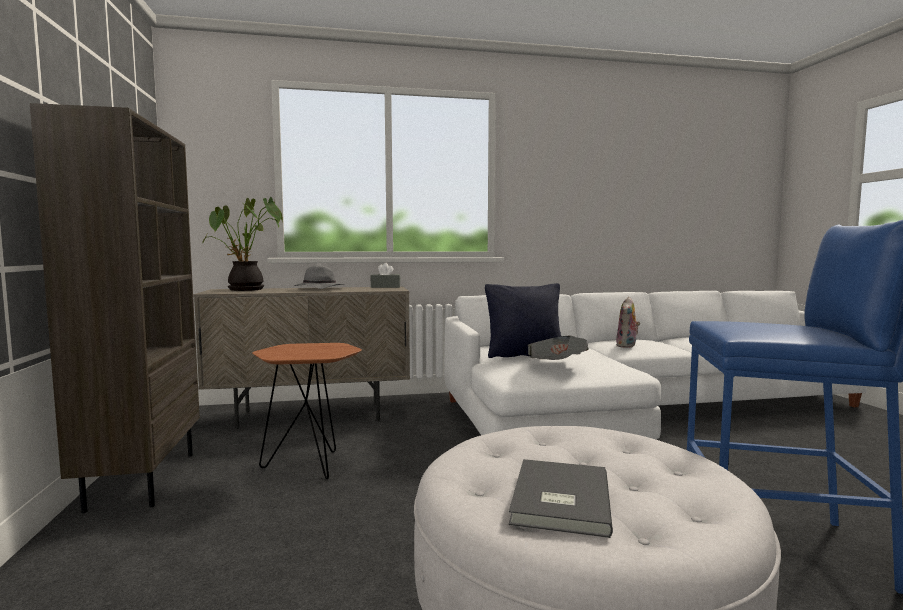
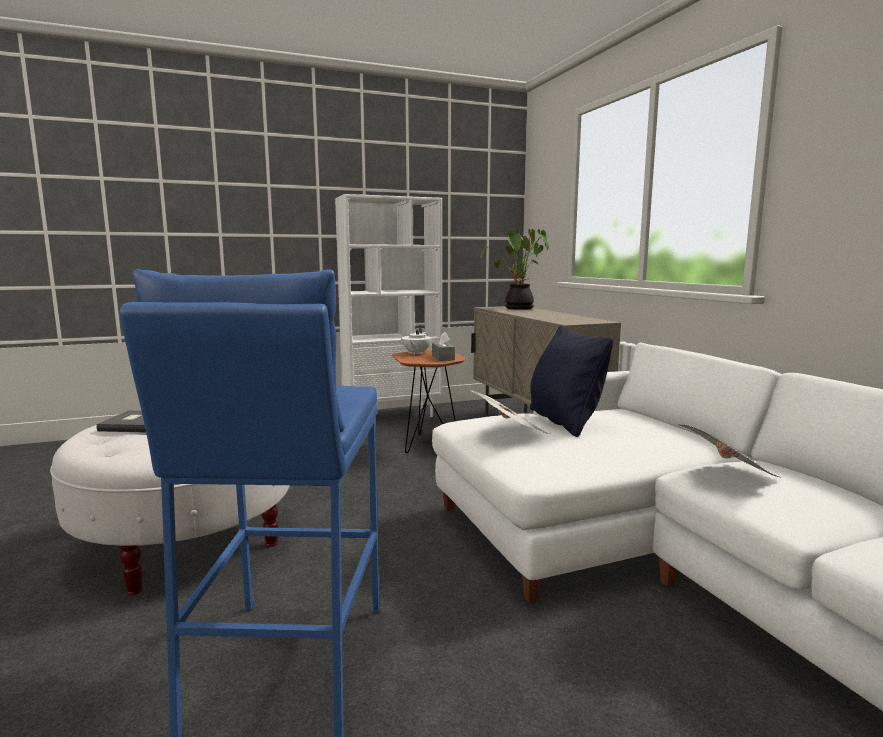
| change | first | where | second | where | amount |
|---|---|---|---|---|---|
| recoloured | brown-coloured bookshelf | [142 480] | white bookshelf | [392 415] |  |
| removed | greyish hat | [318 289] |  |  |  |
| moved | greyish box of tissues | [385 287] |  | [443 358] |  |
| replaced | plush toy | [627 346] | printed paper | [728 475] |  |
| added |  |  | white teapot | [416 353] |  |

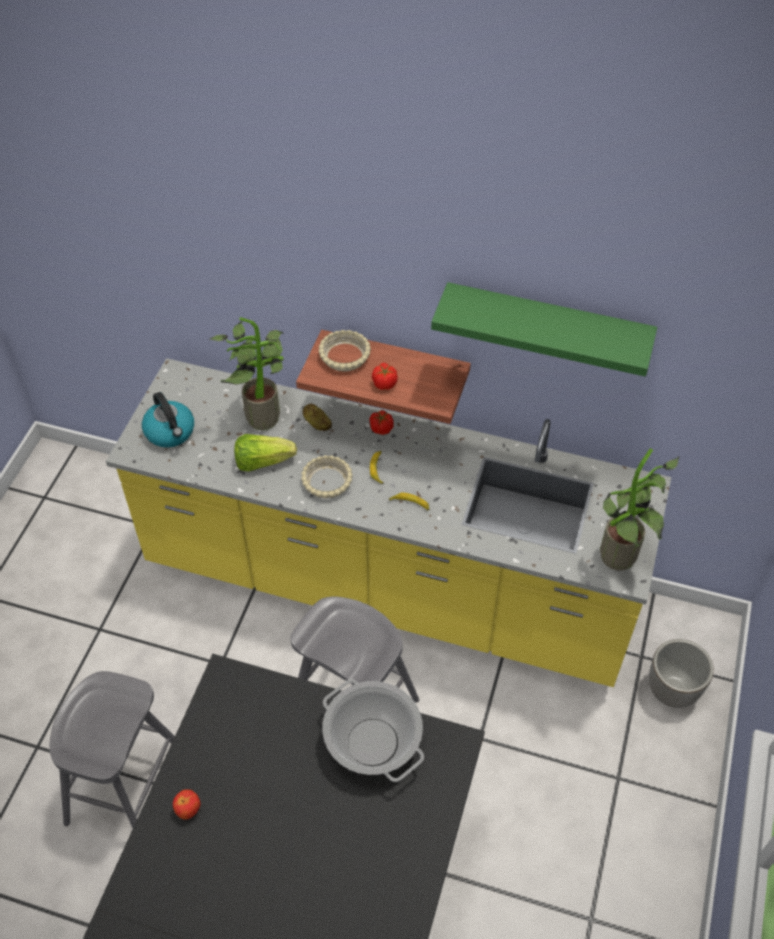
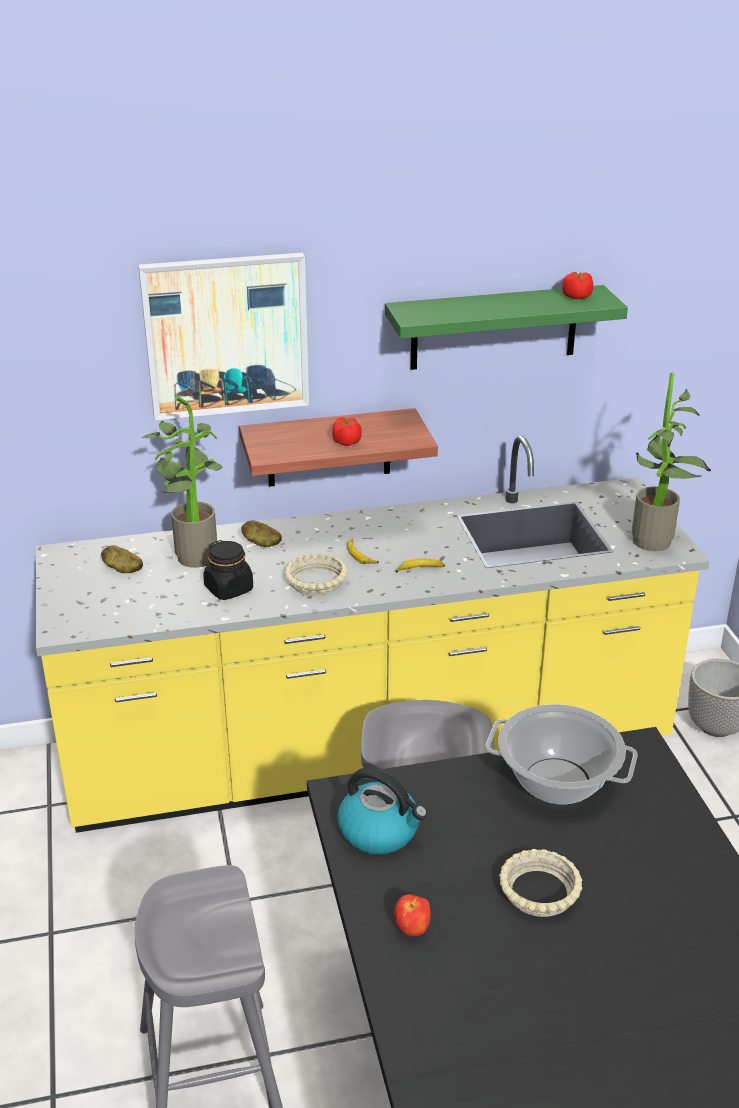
| change | first | where | second | where | amount |
|---|---|---|---|---|---|
| moved | tea kettle | [170 432] |  | [380 831] |  |
| replaced | lettuce head | [262 461] | black preserve jar | [229 589] |  |
| moved | beige serving bowl | [344 355] |  | [538 890] |  |
| moved | whole tomato | [381 428] |  | [576 296] |  |
| added |  |  | whole potato | [122 569] |  |
| added |  |  | wall picture | [226 335] |  |

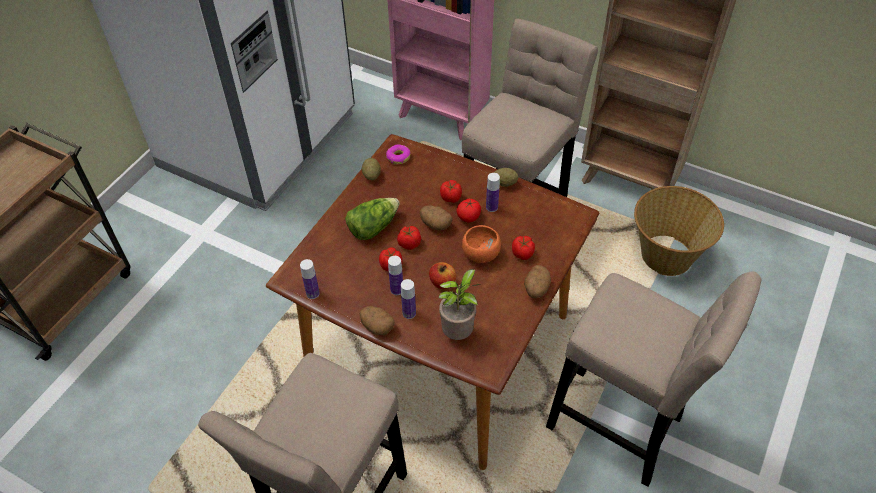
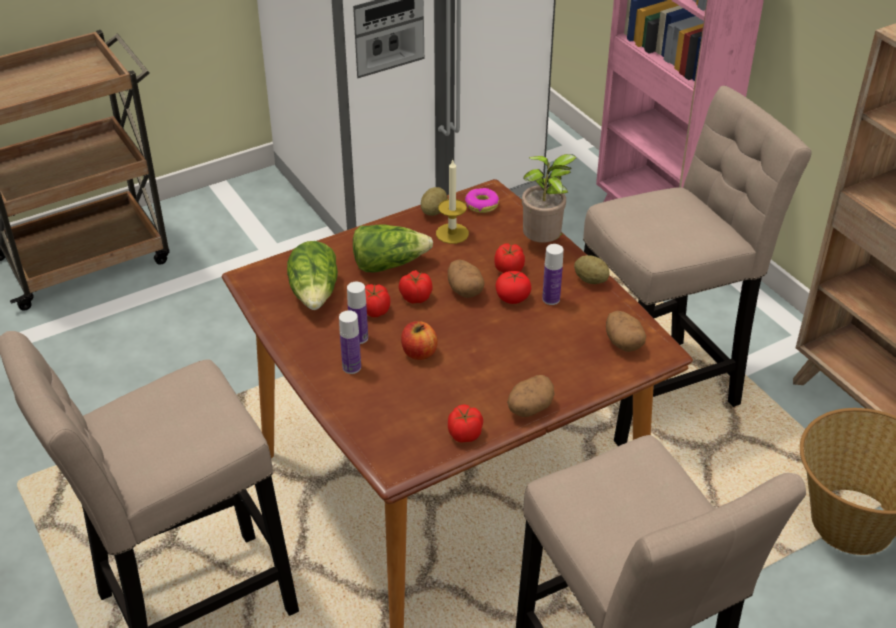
| change | first | where | second | where | amount |
|---|---|---|---|---|---|
| removed | drink bottle | [313 293] |  |  |  |
| moved | whole potato | [377 326] |  | [623 343] |  |
| moved | potted plant | [459 332] |  | [544 244] |  |
| removed | orange-coloured serving bowl | [480 253] |  |  |  |
| moved | whole tomato | [522 254] |  | [464 434] |  |
| added |  |  | lettuce head | [315 294] |  |
| added |  |  | wax candle | [452 233] |  |

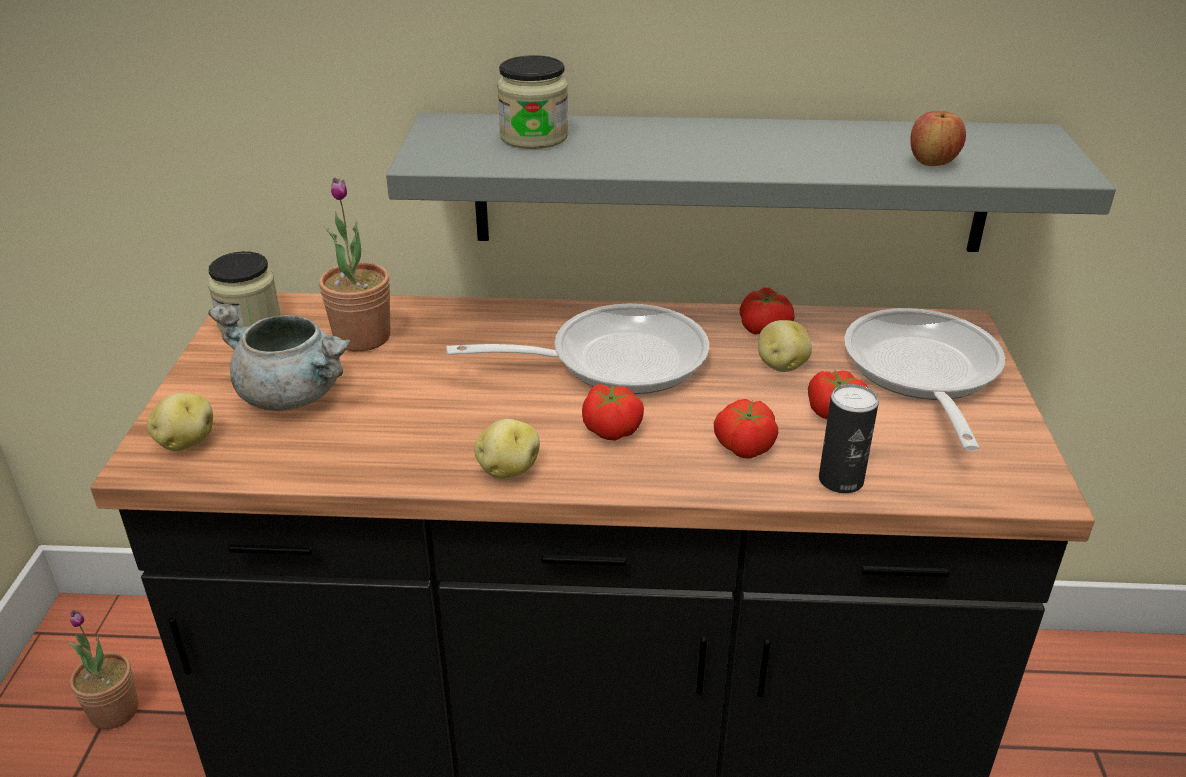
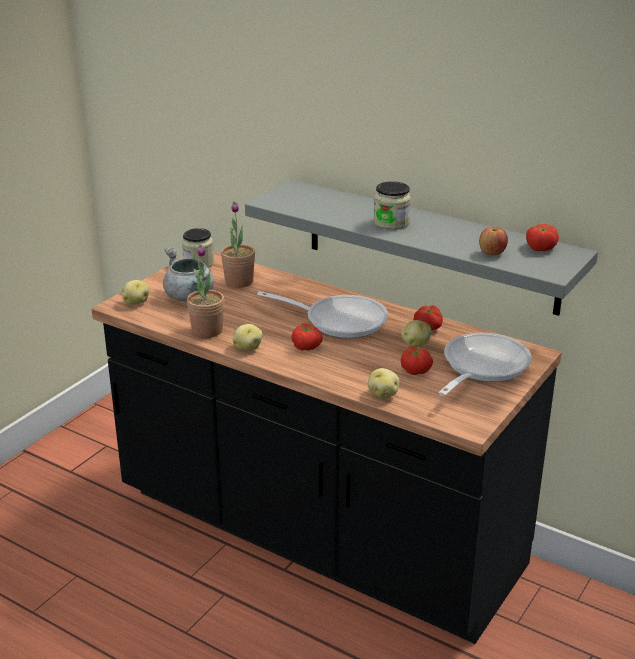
| change | first | where | second | where | amount |
|---|---|---|---|---|---|
| moved | potted plant | [114 711] |  | [207 330] |  |
| moved | preserve jar | [534 137] |  | [391 223] |  |
| moved | whole tomato | [743 446] |  | [540 248] |  |
| replaced | sealed can | [841 480] | whole potato | [383 394] |  |

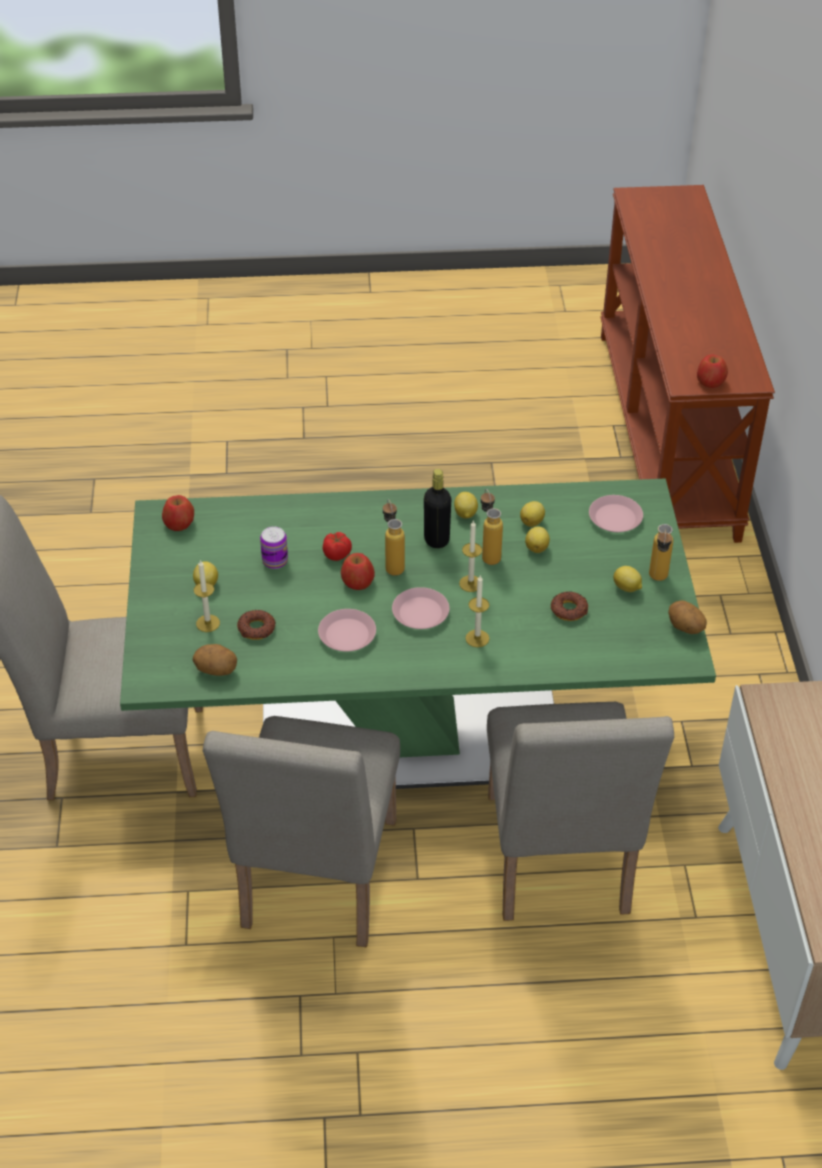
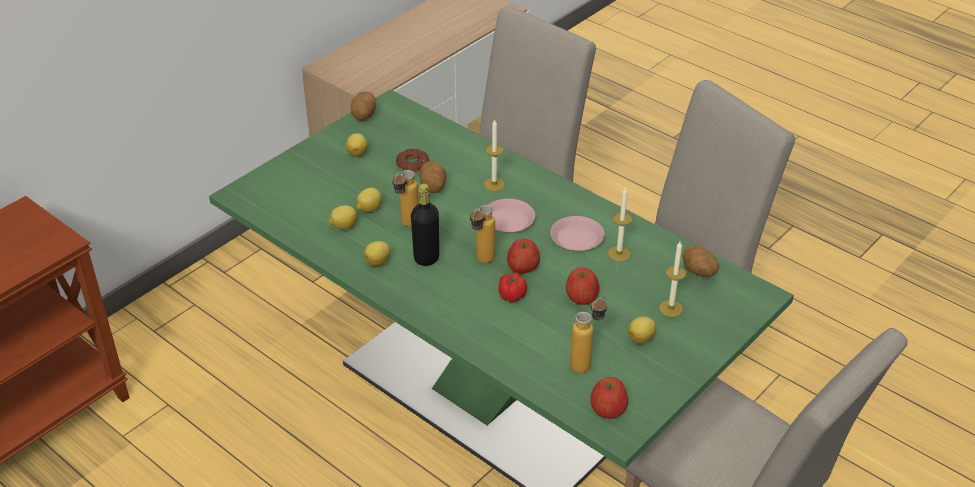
| change | first | where | second | where | amount |
|---|---|---|---|---|---|
| removed | donut | [256 628] |  |  |  |
| removed | sealed can | [275 561] |  |  |  |
| moved | wax candle | [470 583] |  | [619 254] |  |
| removed | pink plate | [615 518] |  |  |  |
| moved | drink bottle | [657 580] |  | [586 363] |  |
| moved | whole apple | [710 381] |  | [581 296] |  |
| added |  |  | whole potato | [433 187] |  |

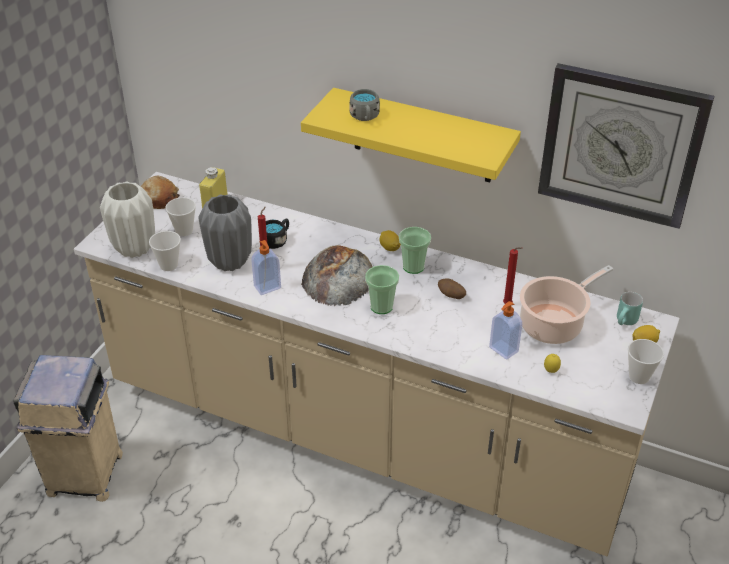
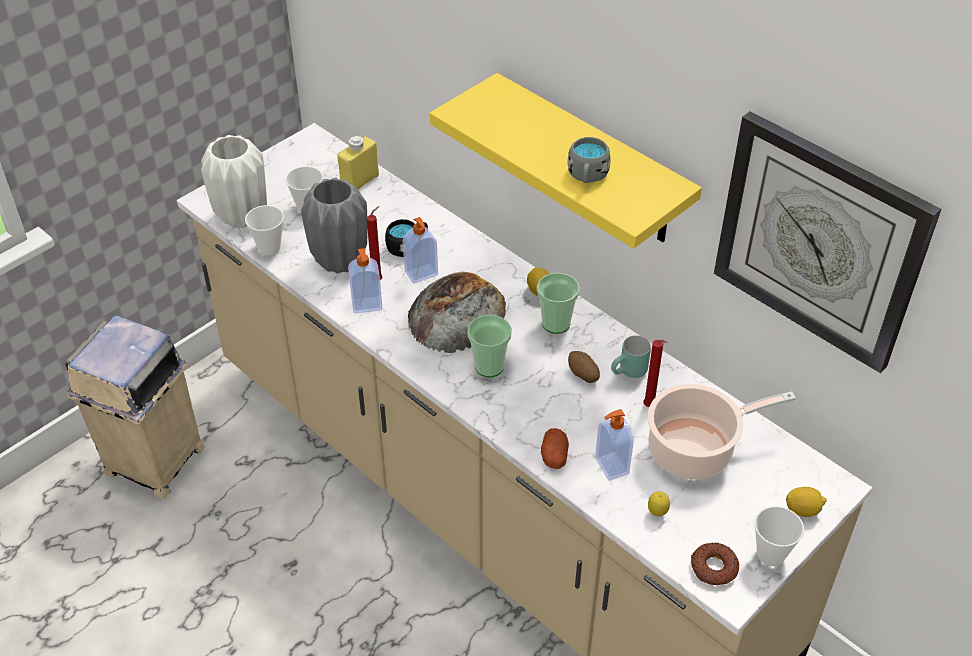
| change | first | where | second | where | amount |
|---|---|---|---|---|---|
| removed | bread | [159 199] |  |  |  |
| moved | greyish mug | [365 117] |  | [587 176] |  |
| moved | turquoise mug | [626 322] |  | [629 373] |  |
| added |  |  | liquid soap bottle | [421 274] |  |
| added |  |  | whole potato | [554 455] |  |
| added |  |  | donut | [713 568] |  |

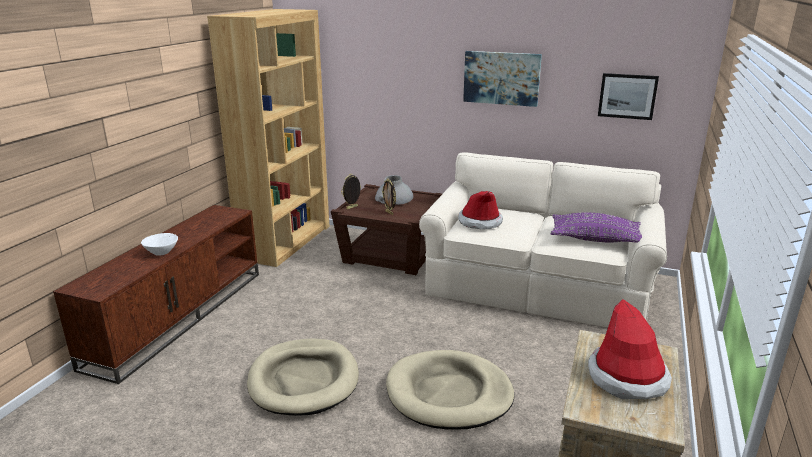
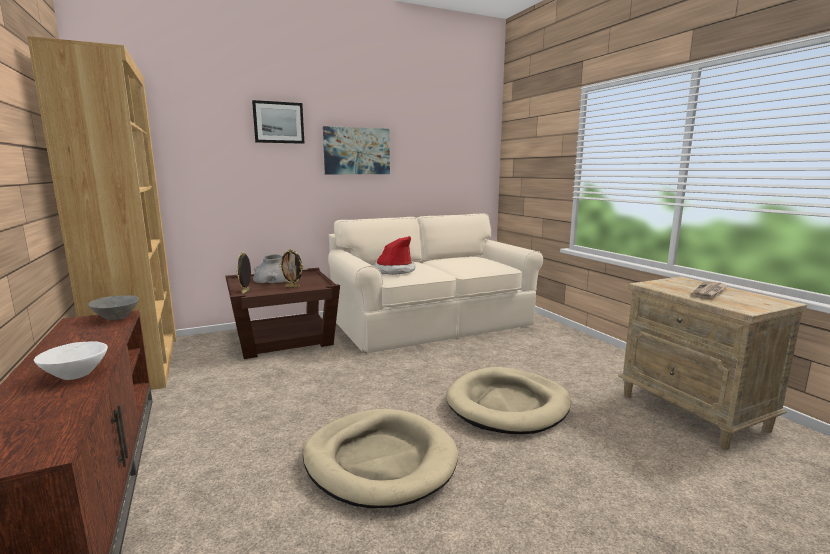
| change | first | where | second | where | amount |
|---|---|---|---|---|---|
| removed | purplish throw pillow | [595 239] |  |  |  |
| replaced | hat | [627 378] | printed paper | [710 291] |  |
| moved | wall picture | [627 96] |  | [278 122] |  |
| added |  |  | greyish serving bowl | [116 318] |  |

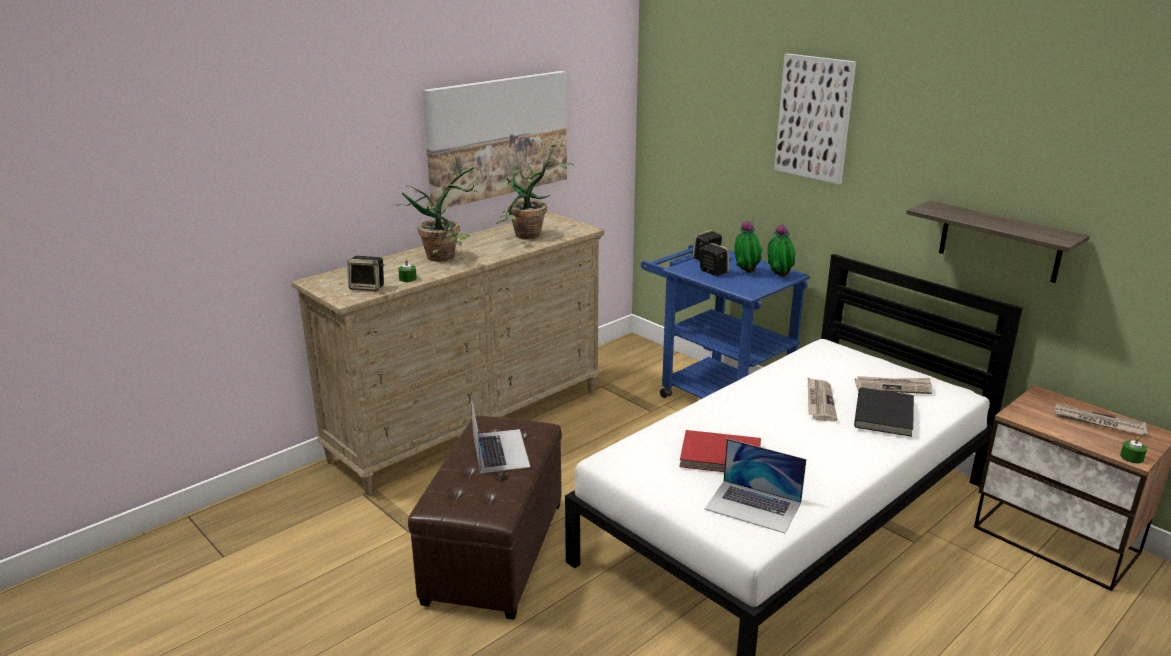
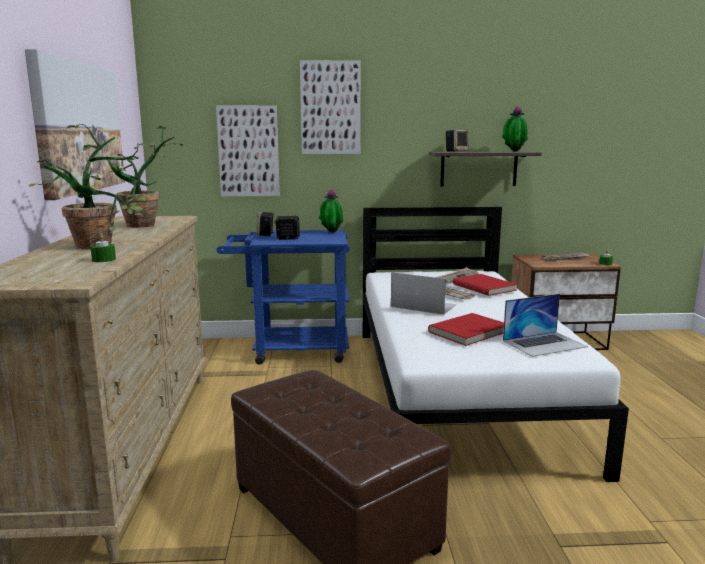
| change | first | where | second | where | amount |
|---|---|---|---|---|---|
| moved | audio speaker | [368 287] |  | [456 151] |  |
| moved | laptop | [500 450] |  | [423 305] |  |
| moved | potted plant | [745 272] |  | [513 151] |  |
| recoloured | black volume | [885 415] | red volume | [485 287] |  |
| added |  |  | wall picture | [248 151] |  |

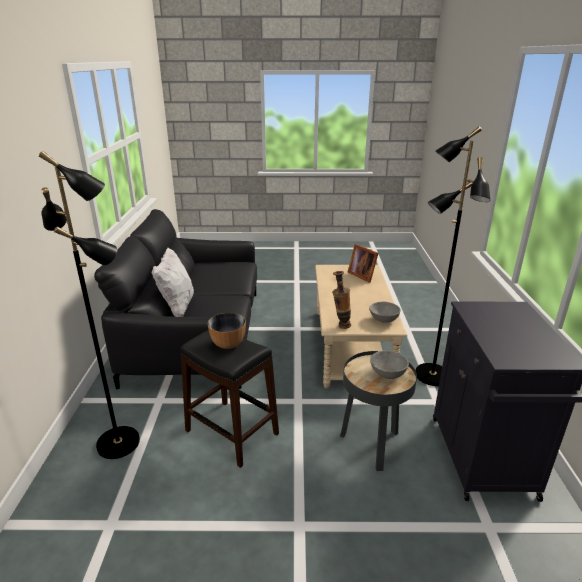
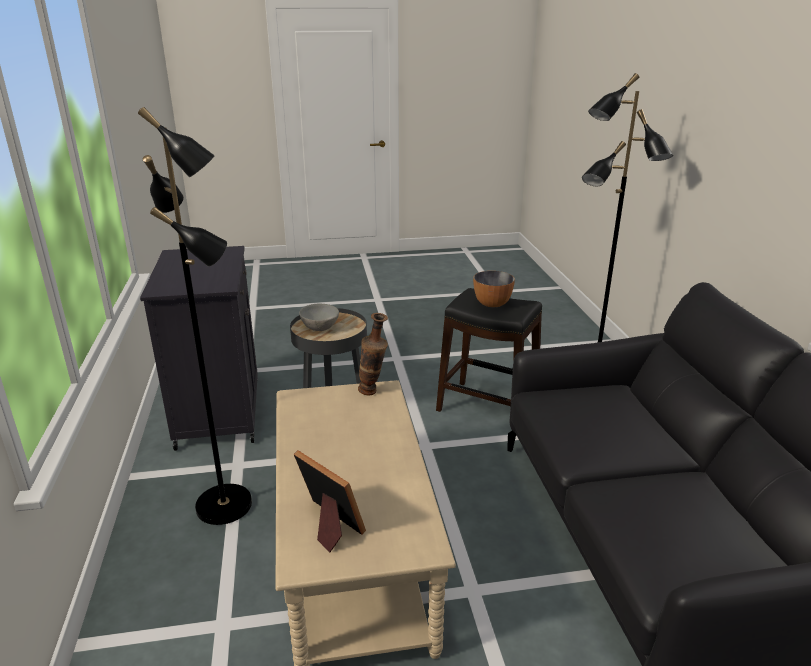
| change | first | where | second | where | amount |
|---|---|---|---|---|---|
| removed | white throw pillow | [177 308] |  |  |  |
| removed | greyish serving bowl | [383 320] |  |  |  |

